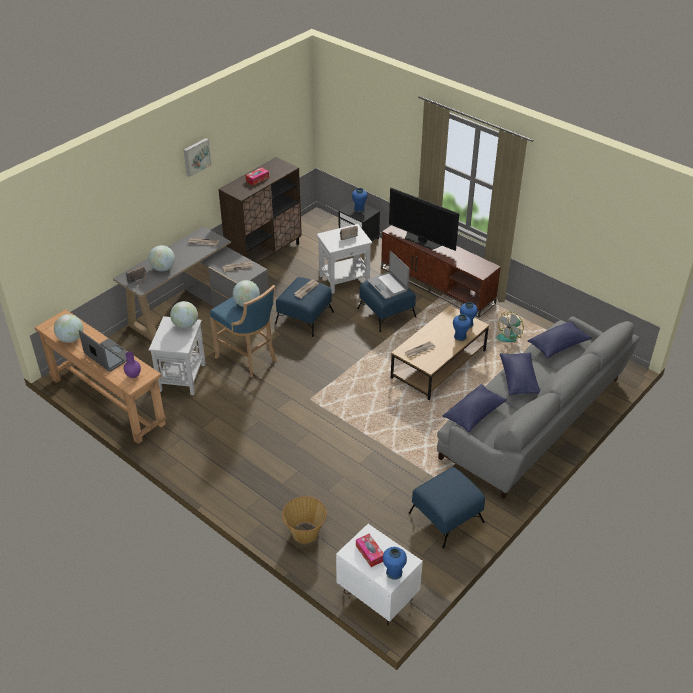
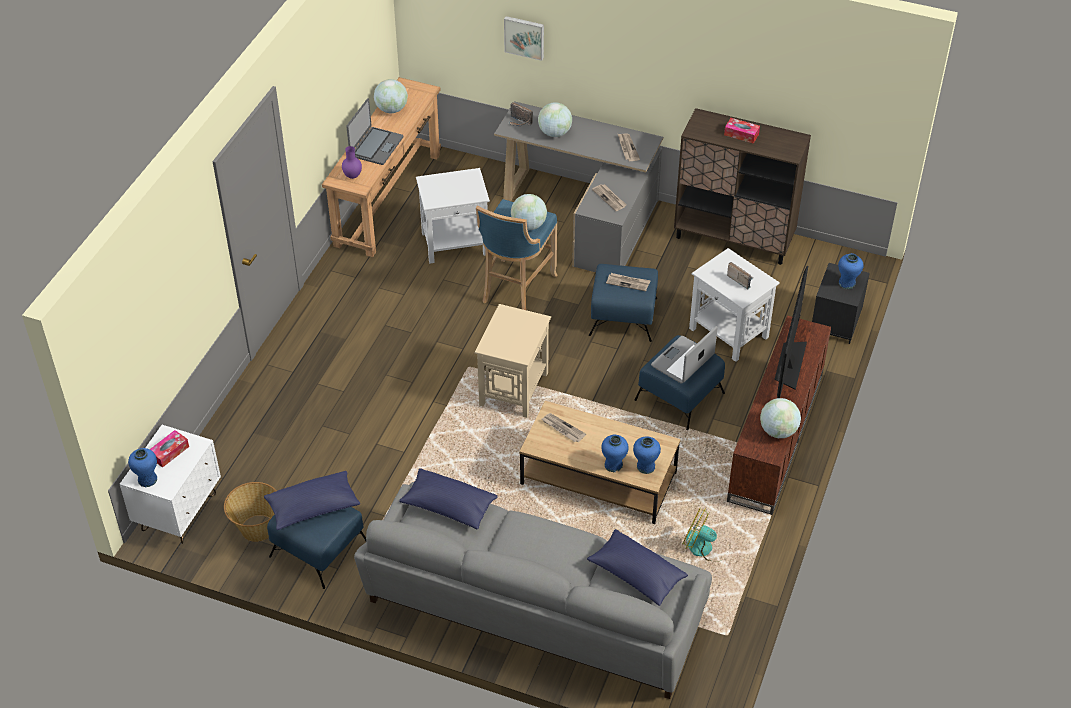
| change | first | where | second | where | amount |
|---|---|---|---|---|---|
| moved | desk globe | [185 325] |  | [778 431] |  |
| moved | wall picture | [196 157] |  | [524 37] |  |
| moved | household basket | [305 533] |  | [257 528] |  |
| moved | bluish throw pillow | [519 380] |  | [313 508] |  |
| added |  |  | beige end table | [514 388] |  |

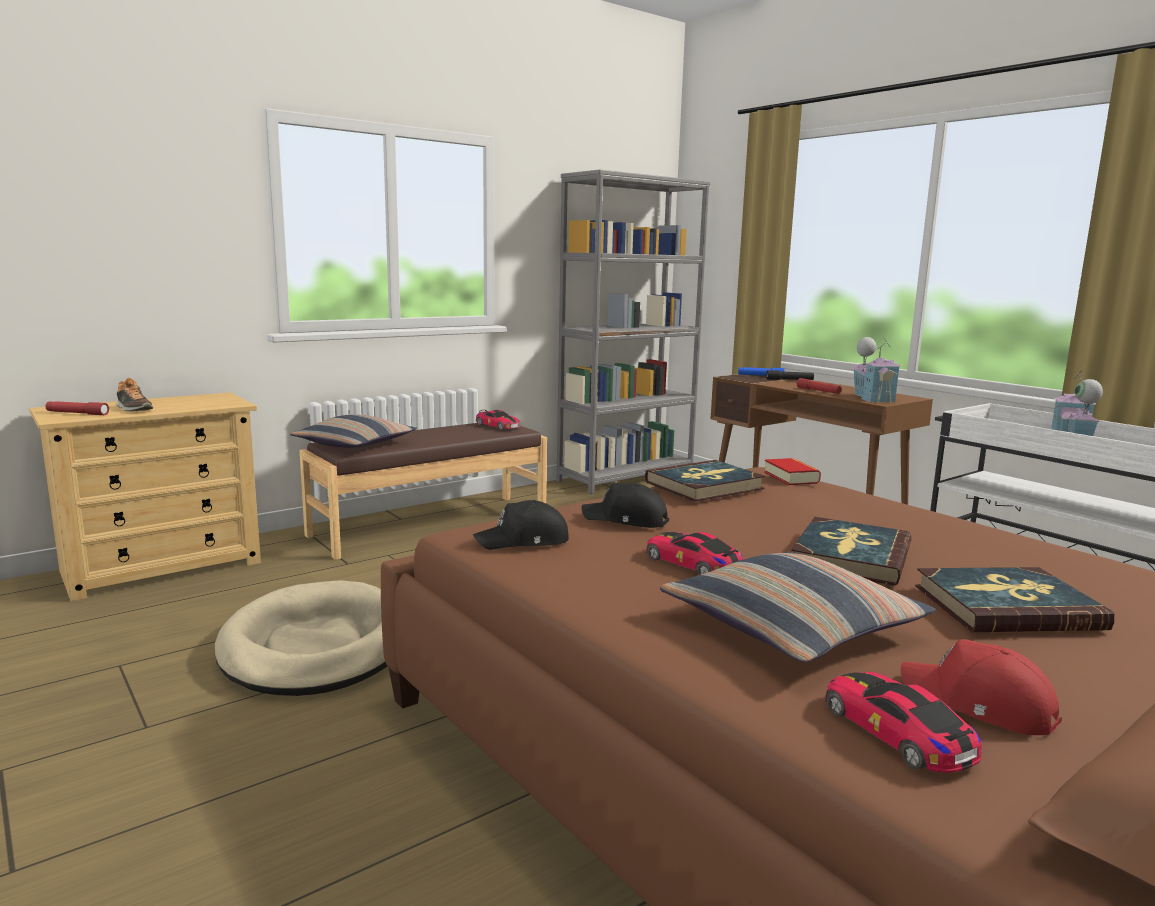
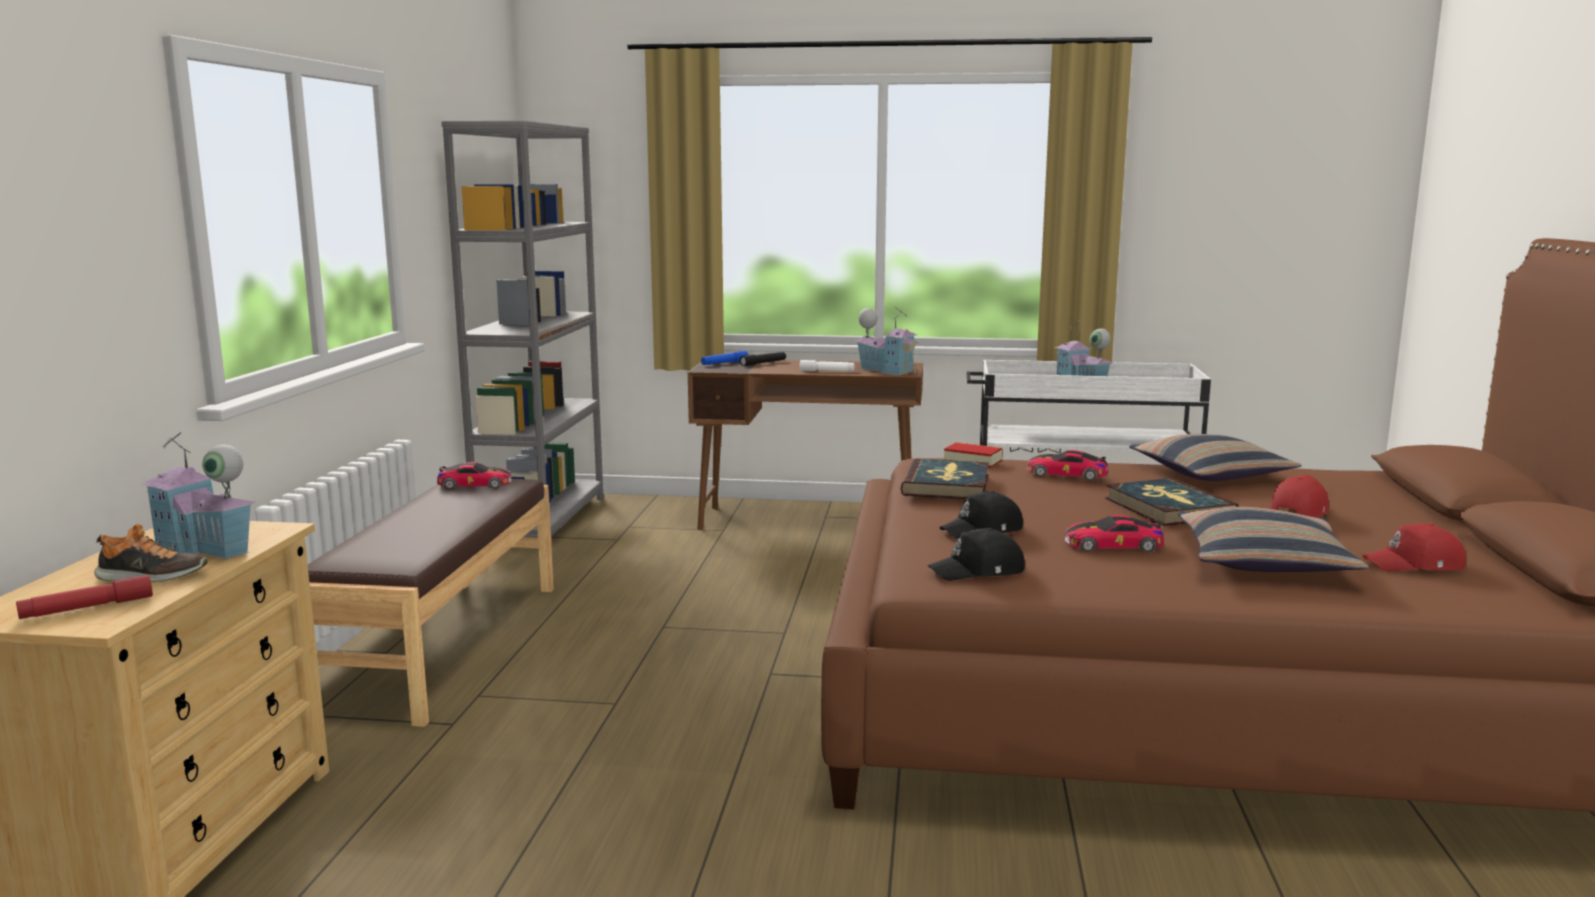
| change | first | where | second | where | amount |
|---|---|---|---|---|---|
| removed | beige dog bed | [317 646] |  |  |  |
| moved | throw pillow | [355 444] |  | [1211 474] |  |
| turned | black baseball cap | [524 541] |  | [978 571] | 45 degrees clockwise |
| recoloured | red flashlight | [818 391] | white flashlight | [827 371] |  |
| moved | toy car | [896 732] |  | [1066 474] |  |
| replaced | volume | [1006 607] | red baseball cap | [1298 511] |  |
| added |  |  | miniature house | [204 549] |  |

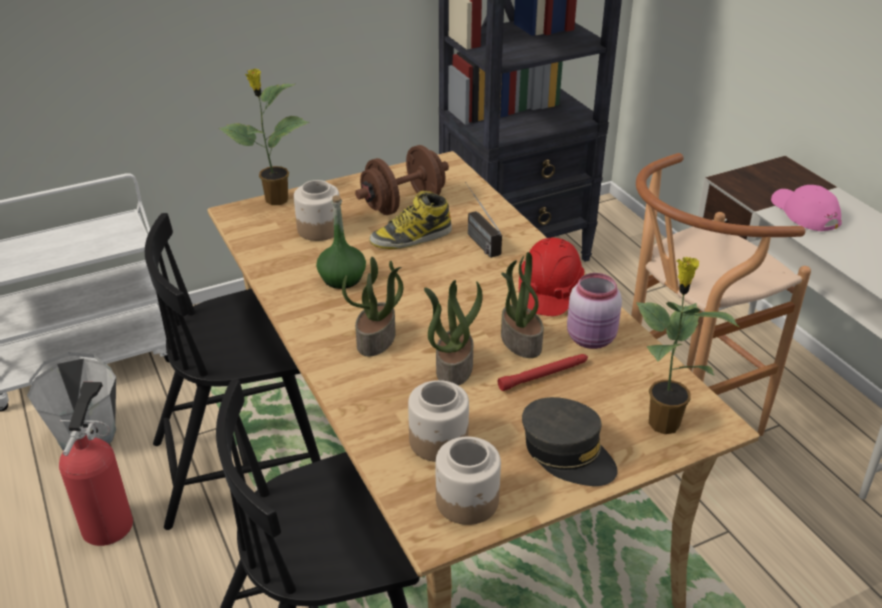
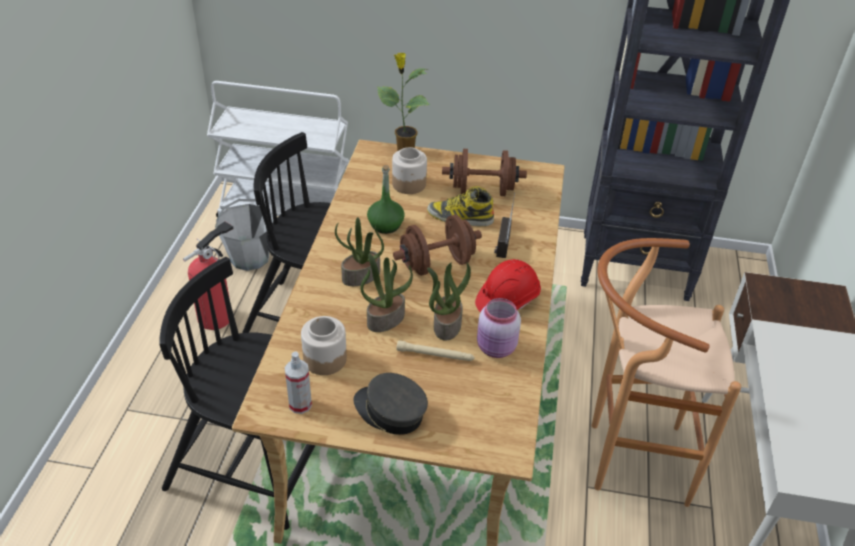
| change | first | where | second | where | amount |
|---|---|---|---|---|---|
| replaced | preserve jar | [468 501] | spray bottle | [300 404] |  |
| recoloured | red flashlight | [544 375] | beige flashlight | [435 355] |  |
| turned | greyish baseball cap | [567 453] |  | [390 412] | 135 degrees clockwise |
| removed | potted plant | [663 421] |  |  |  |
| removed | pink baseball cap | [804 212] |  |  |  |
| added |  |  | brown-coloured dumbbell | [437 264] |  |

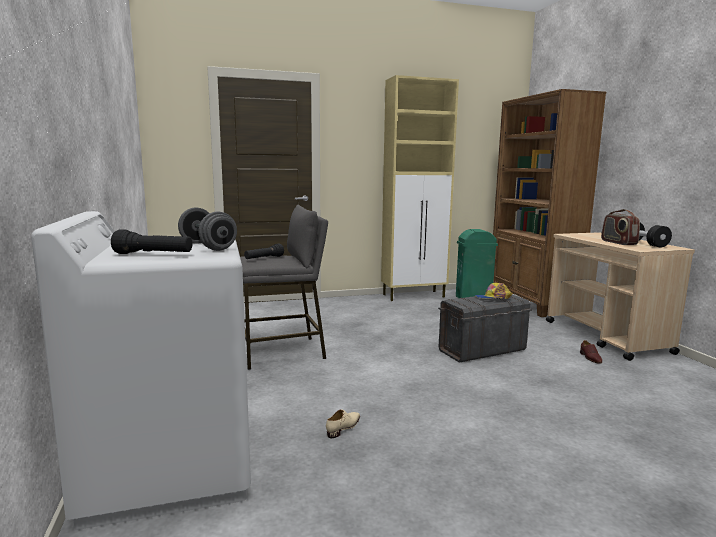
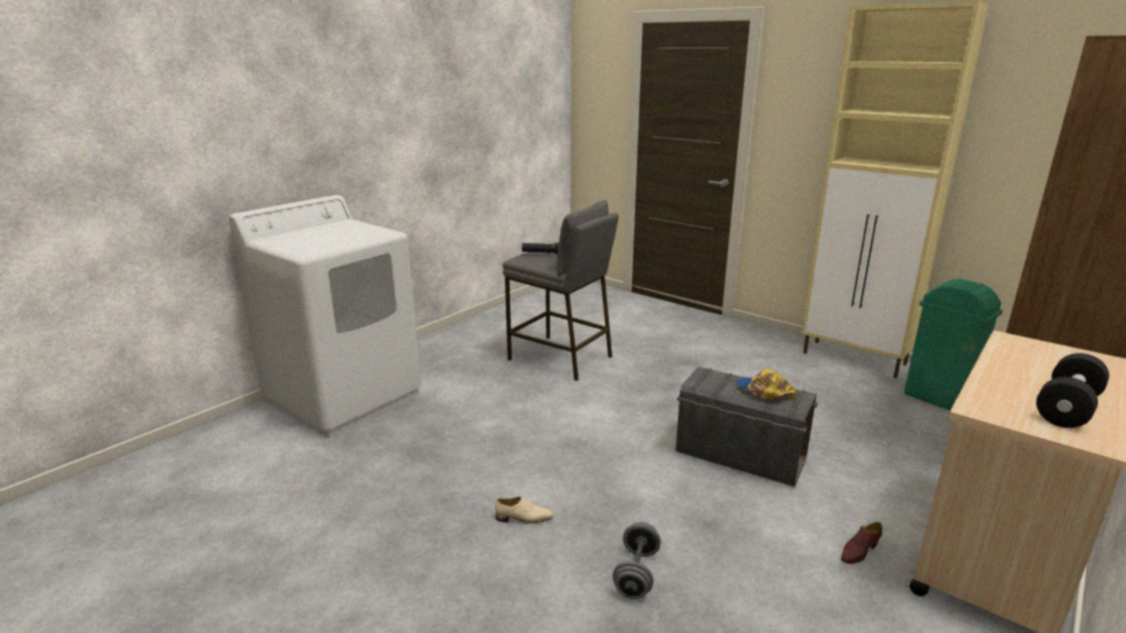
| change | first | where | second | where | amount |
|---|---|---|---|---|---|
| removed | black flashlight | [154 255] |  |  |  |
| moved | greyish dumbbell | [207 246] |  | [636 574] |  |
| moved | beige low shoe | [344 428] |  | [524 518] |  |
| removed | radio set | [618 242] |  |  |  |

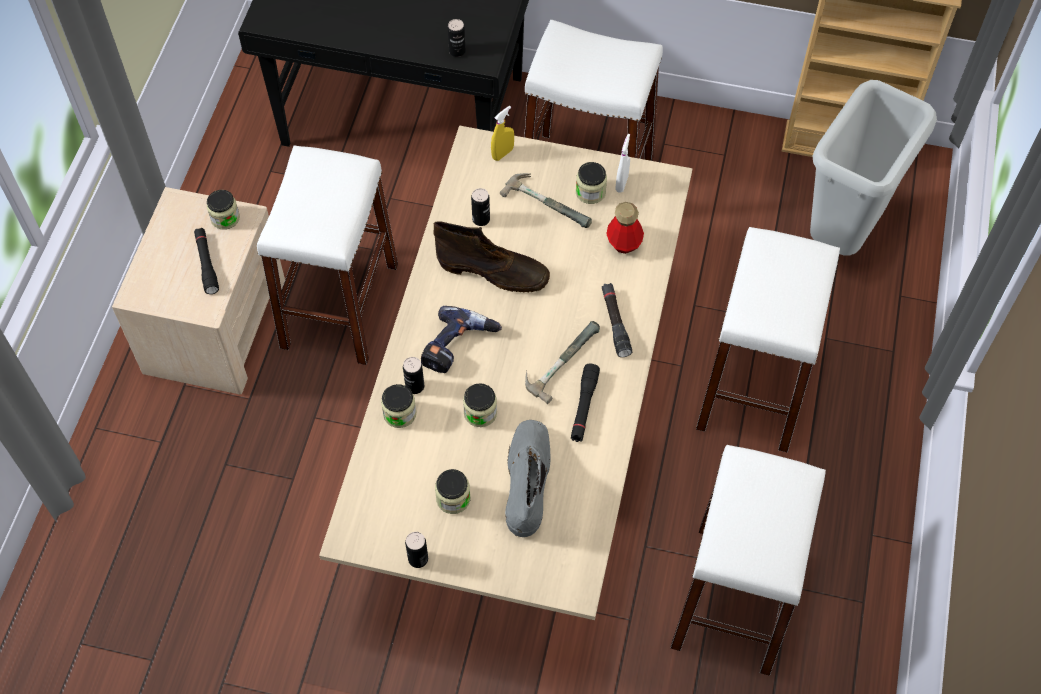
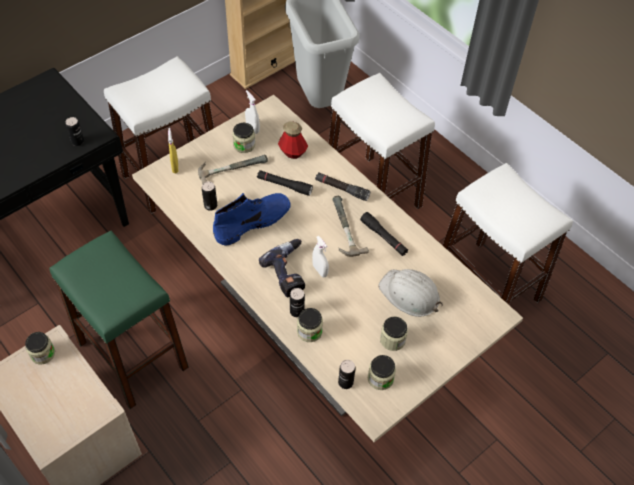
| change | first | where | second | where | amount |
|---|---|---|---|---|---|
| moved | black flashlight | [206 264] |  | [284 185] |  |
| recoloured | white sitting stool | [340 305] | green-coloured sitting stool | [132 354] |  |
| moved | sealed can | [418 559] |  | [345 382] |  |
| recoloured | brown-coloured high-top boot | [494 271] | bluish high-top boot | [253 222] |  |
| moved | preserve jar | [480 413] |  | [380 378] |  |
| replaced | greyish high-top boot | [527 480] | white work helmet | [410 294] |  |
| added |  |  | white spray bottle | [320 270] |  |

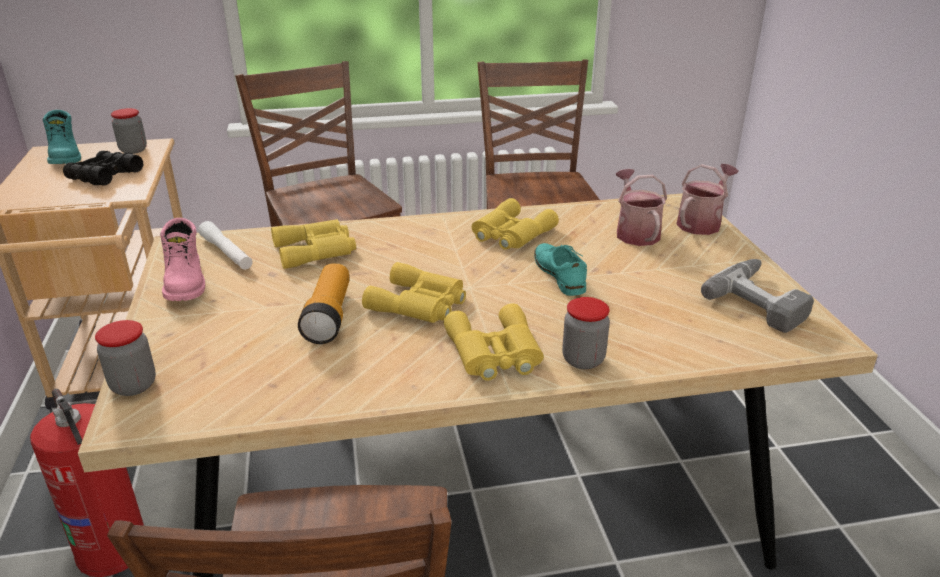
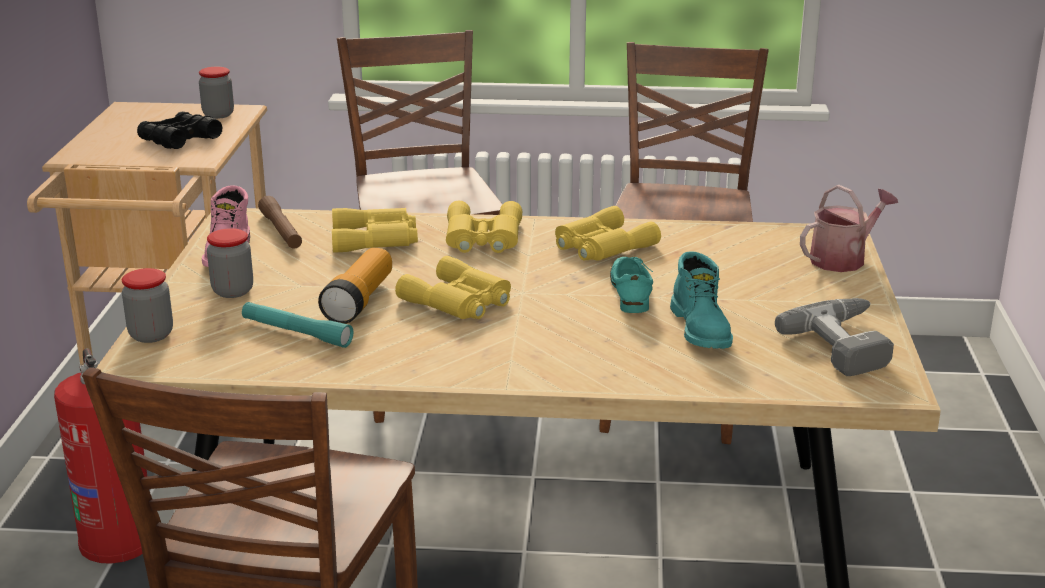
| change | first | where | second | where | amount |
|---|---|---|---|---|---|
| moved | turquoise high-top boot | [66 157] |  | [702 329] |  |
| recoloured | white flashlight | [227 253] | brown-coloured flashlight | [281 231] |  |
| moved | yellowish pair of binoculars | [494 353] |  | [482 238] |  |
| moved | preserve jar | [583 359] |  | [233 291] |  |
| removed | sprinkling can | [635 232] |  |  |  |
| added |  |  | turquoise flashlight | [296 333] |  |

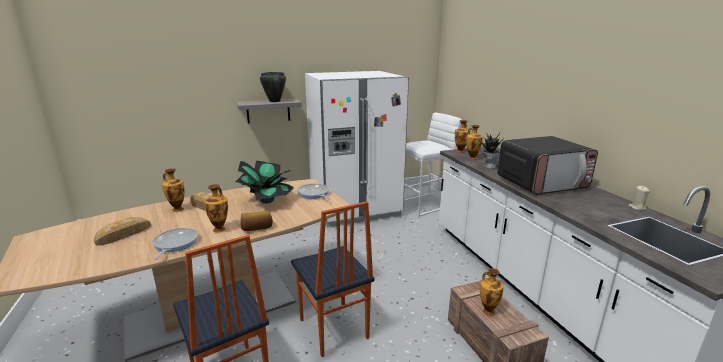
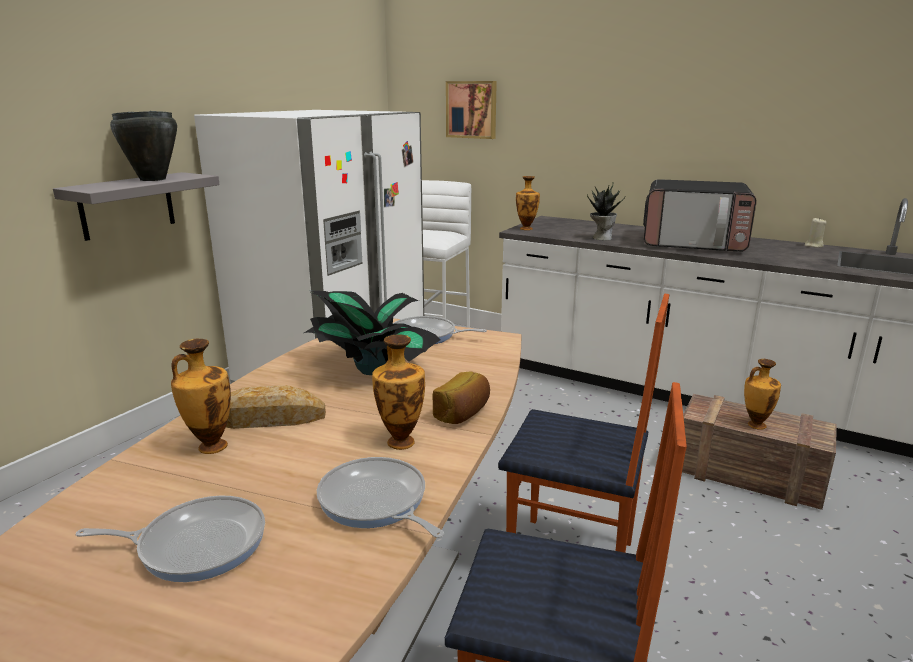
| change | first | where | second | where | amount |
|---|---|---|---|---|---|
| replaced | bread | [124 234] | skillet | [196 544] |  |
| removed | flower vase | [472 158] |  |  |  |
| turned | microwave oven | [542 183] |  | [694 243] | 75 degrees clockwise |
| added |  |  | wall picture | [472 109] |  |

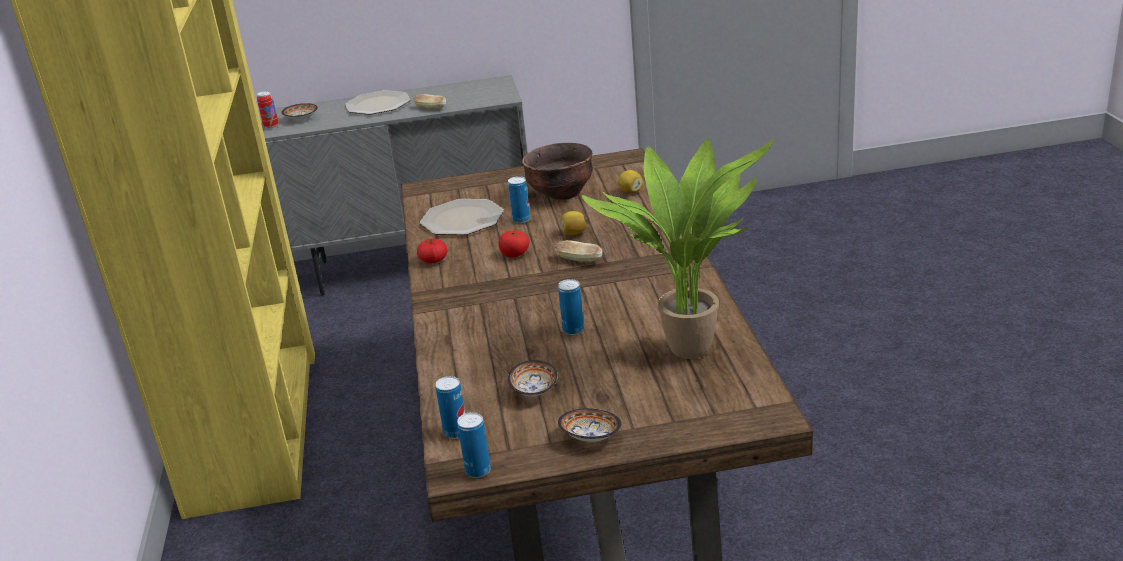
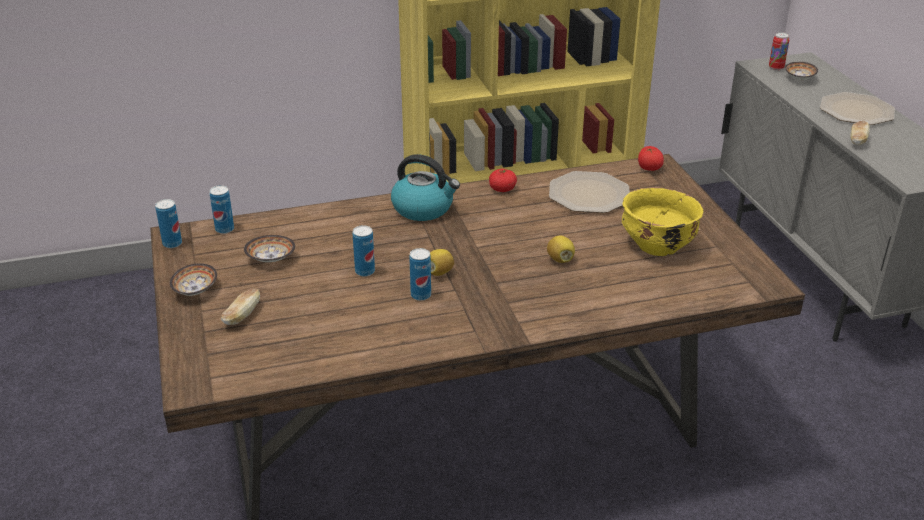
| change | first | where | second | where | amount |
|---|---|---|---|---|---|
| moved | whole tomato | [515 254] |  | [649 168] |  |
| moved | sealed can | [521 219] |  | [421 295] |  |
| recoloured | brown-coloured serving bowl | [561 194] | yellowish serving bowl | [656 245] |  |
| moved | bread | [579 260] |  | [242 316] |  |
| removed | potted plant | [692 346] |  |  |  |
| moved | citrus fruit | [630 192] |  | [439 272] |  |
| added |  |  | tea kettle | [424 208] |  |

